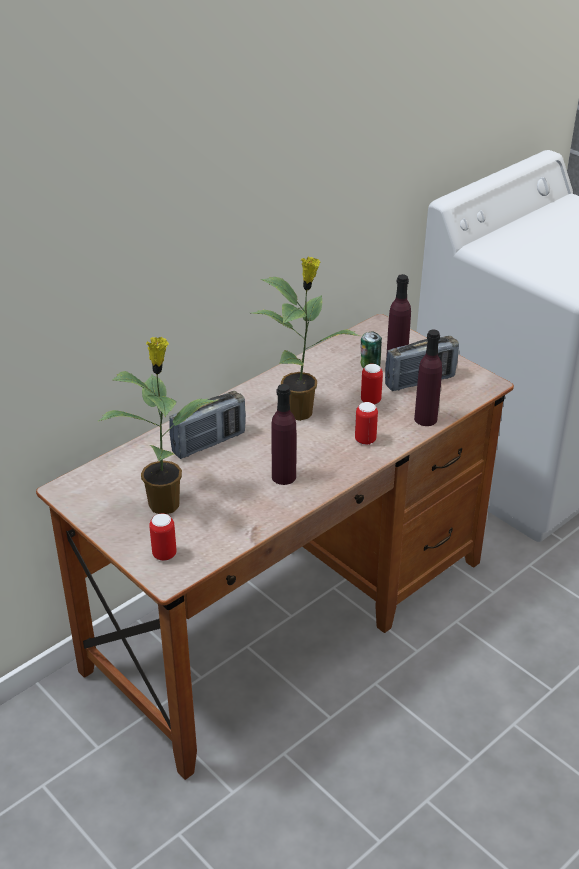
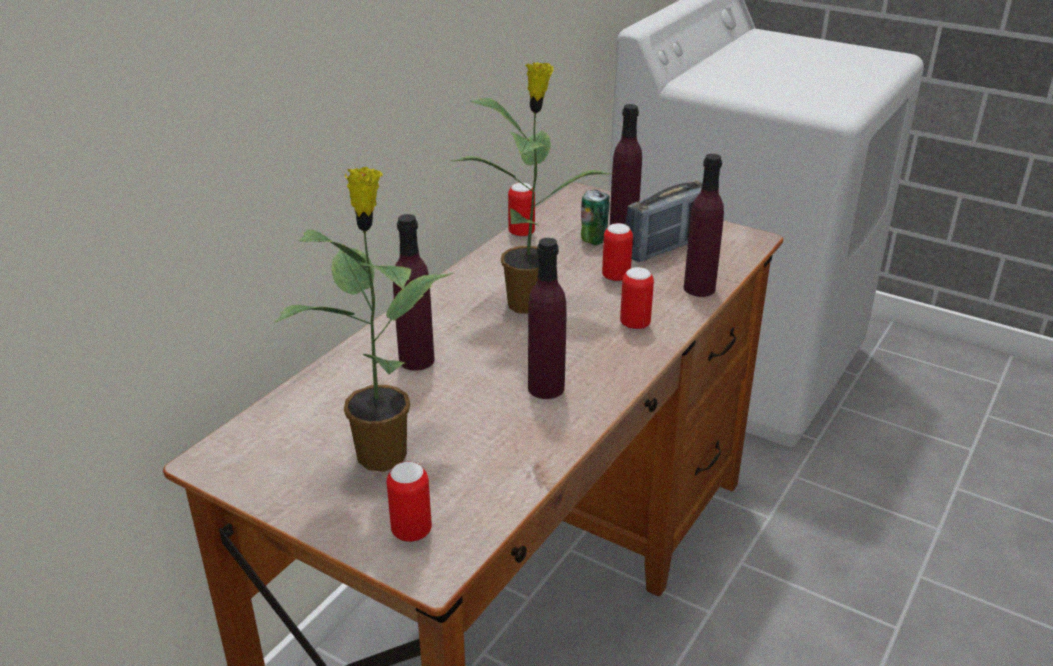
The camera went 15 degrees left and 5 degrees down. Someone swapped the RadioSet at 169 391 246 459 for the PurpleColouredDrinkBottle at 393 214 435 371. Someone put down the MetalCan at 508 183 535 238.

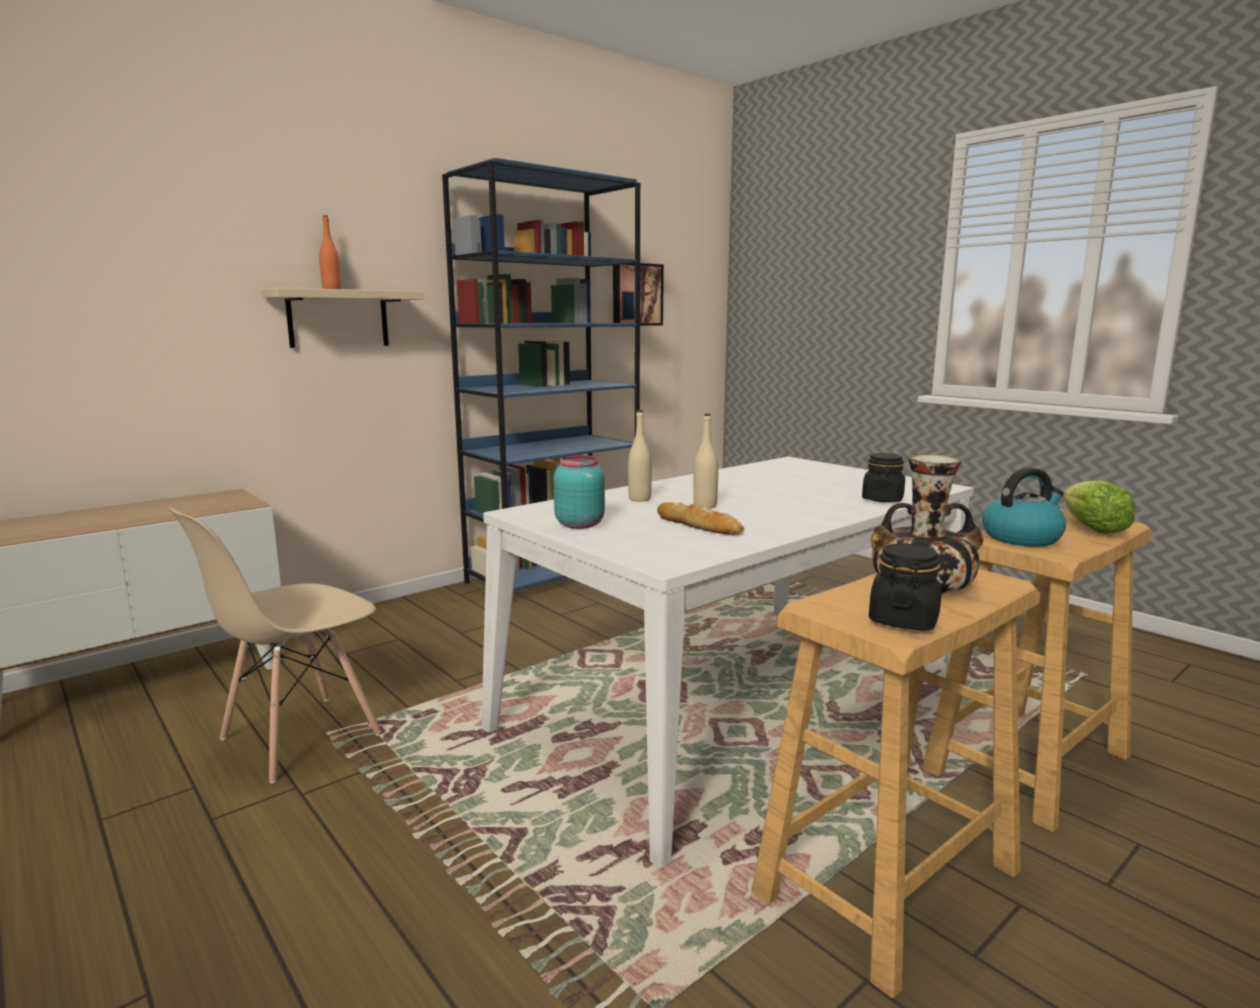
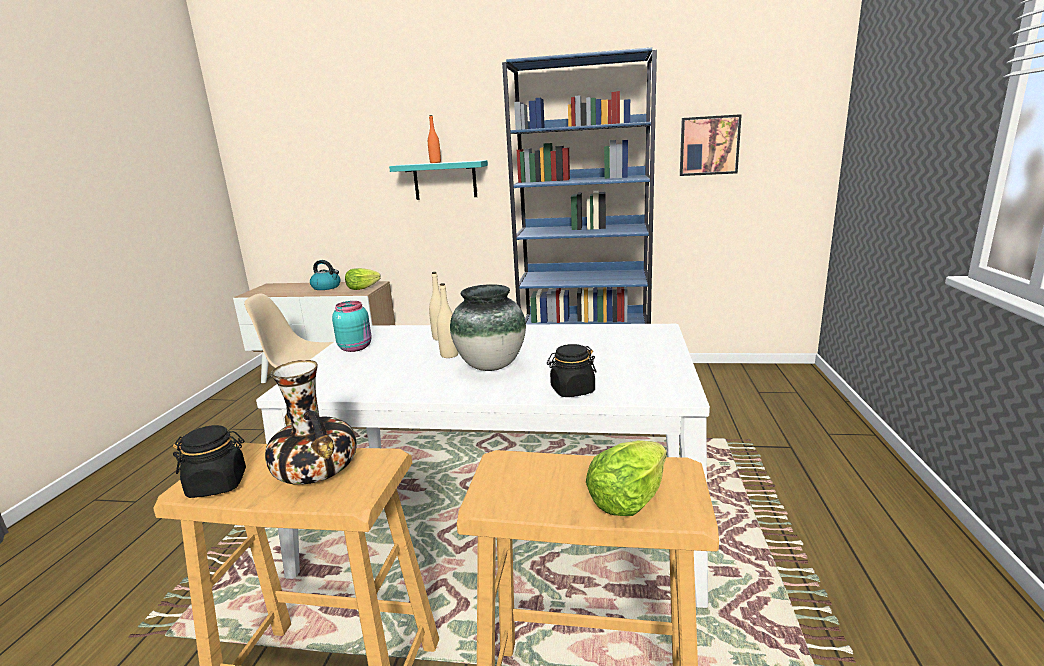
The camera went 50 degrees right and 5 degrees up. Someone carried the Kettle from 982 468 1066 546 to 310 260 341 290. Someone put down the LettuceHead at 345 268 381 290. Someone repainted the BeigeShelf at 261 288 424 348, which became the BlueGreenShelf at 389 160 488 200. Someone put down the FlowerVase at 450 284 526 371. Someone took away the BakeryBread at 657 502 744 535.

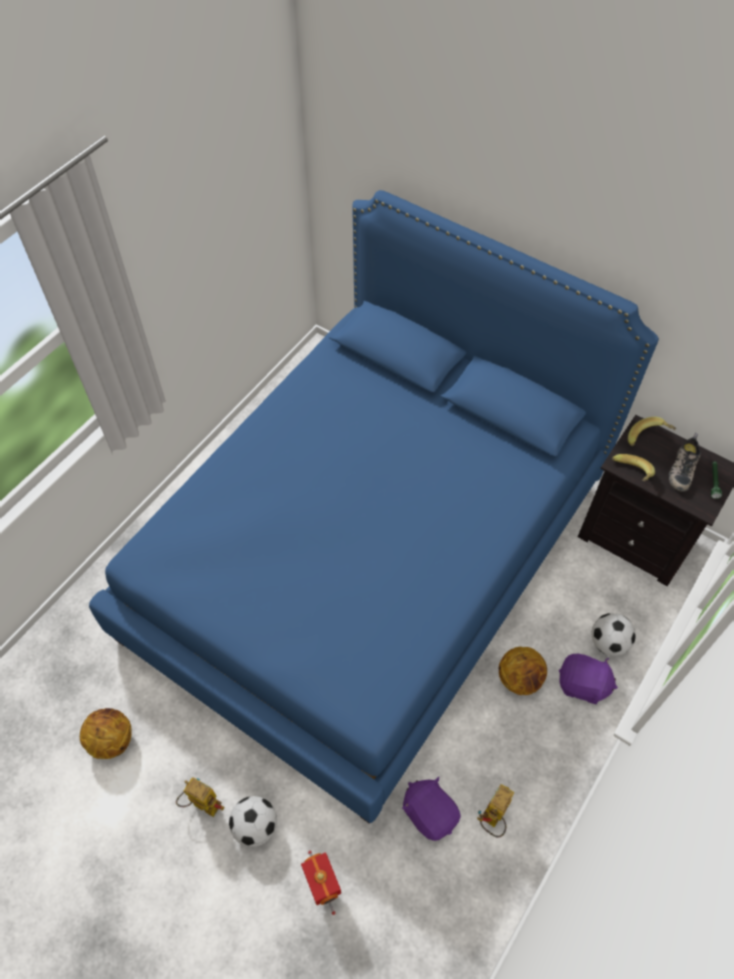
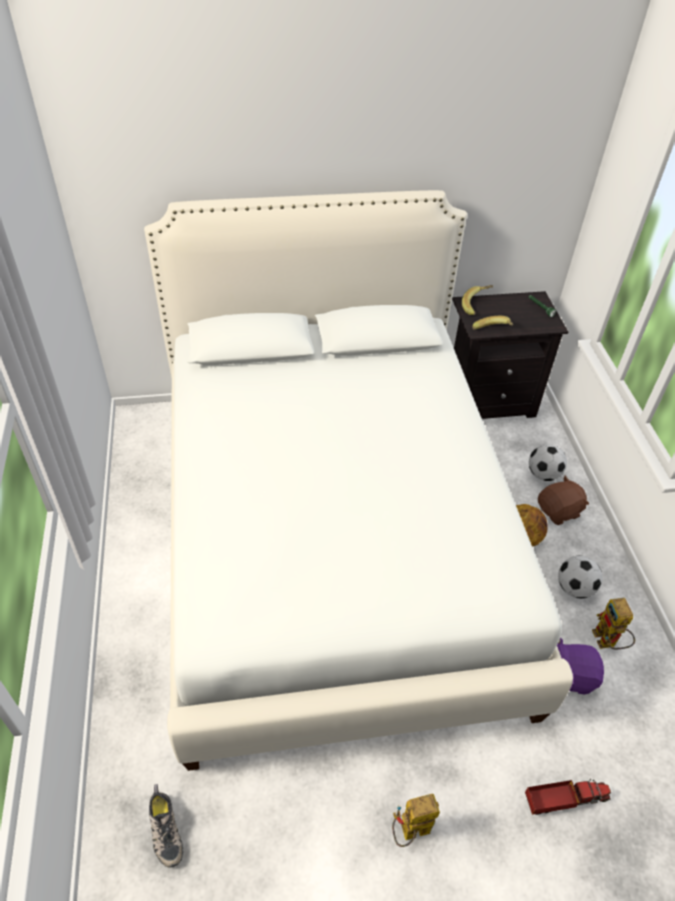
The camera went 45 degrees left and 10 degrees down. Someone repainted the BlueColouredSleepingBed at 89 190 659 823, which became the WhiteSleepingBed at 144 190 573 771. Someone carried the Shoe from 669 433 701 492 to 149 784 183 868. Someone swapped the ModelRobot at 301 851 341 915 for the ModelTruck at 525 779 611 815. Someone repainted the PurpleColouredPlushToy at 559 654 618 704, which became the BrownishPlushToy at 538 475 589 525. Someone carried the Football from 229 796 277 847 to 558 556 602 598. Someone took away the BallForBasketball at 80 708 132 759.

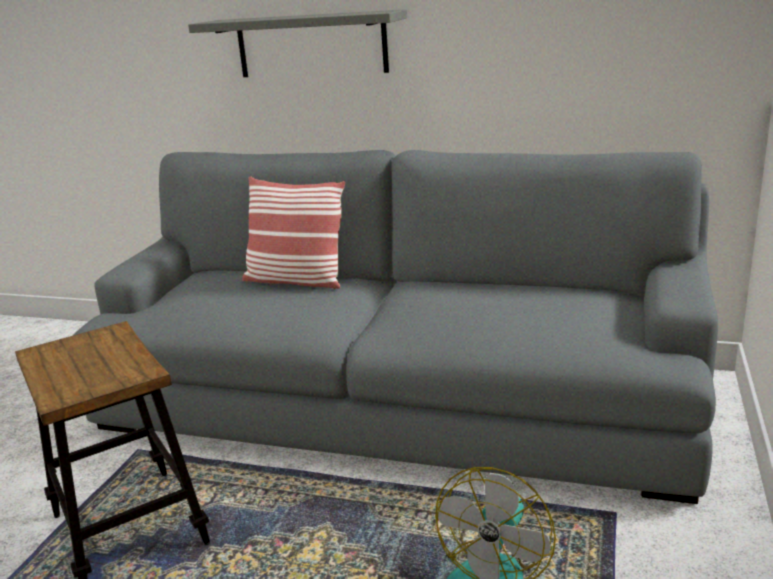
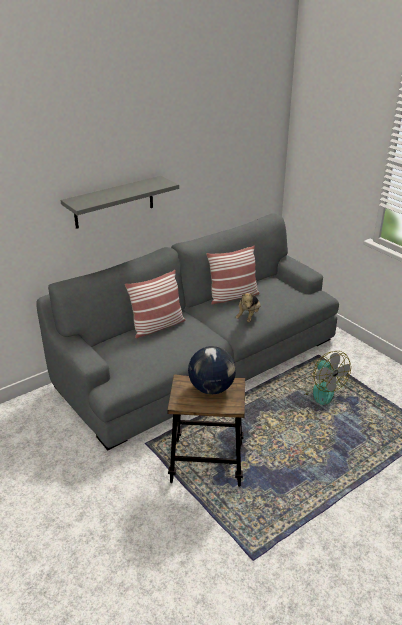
The camera went 55 degrees left and 10 degrees up. Someone put down the DeskGlobe at 188 346 236 394. Someone put down the Pillow at 206 246 260 305. Someone put down the PlushToy at 235 292 261 322.

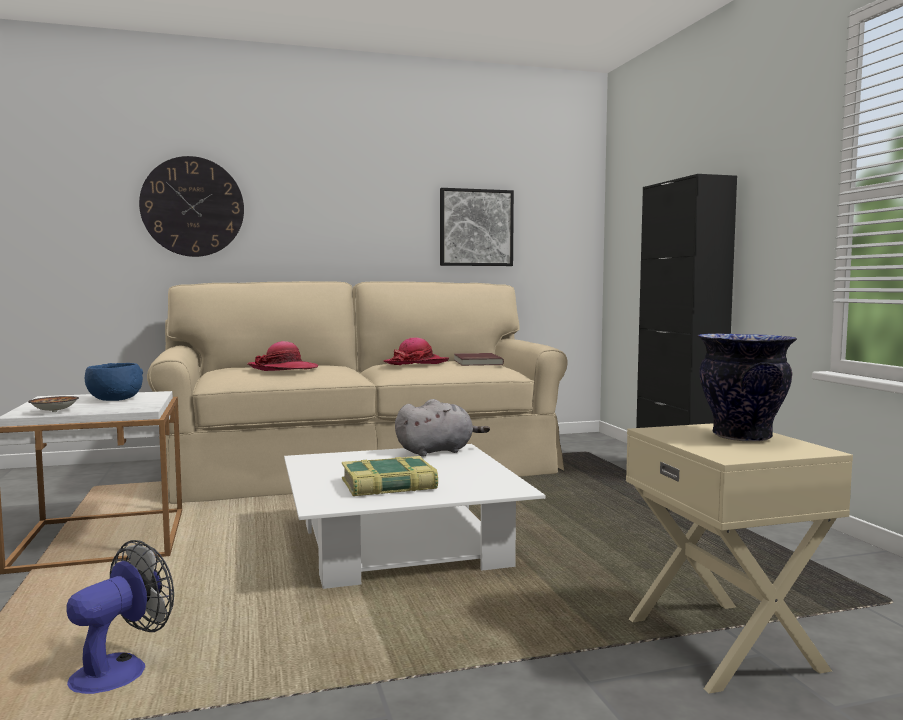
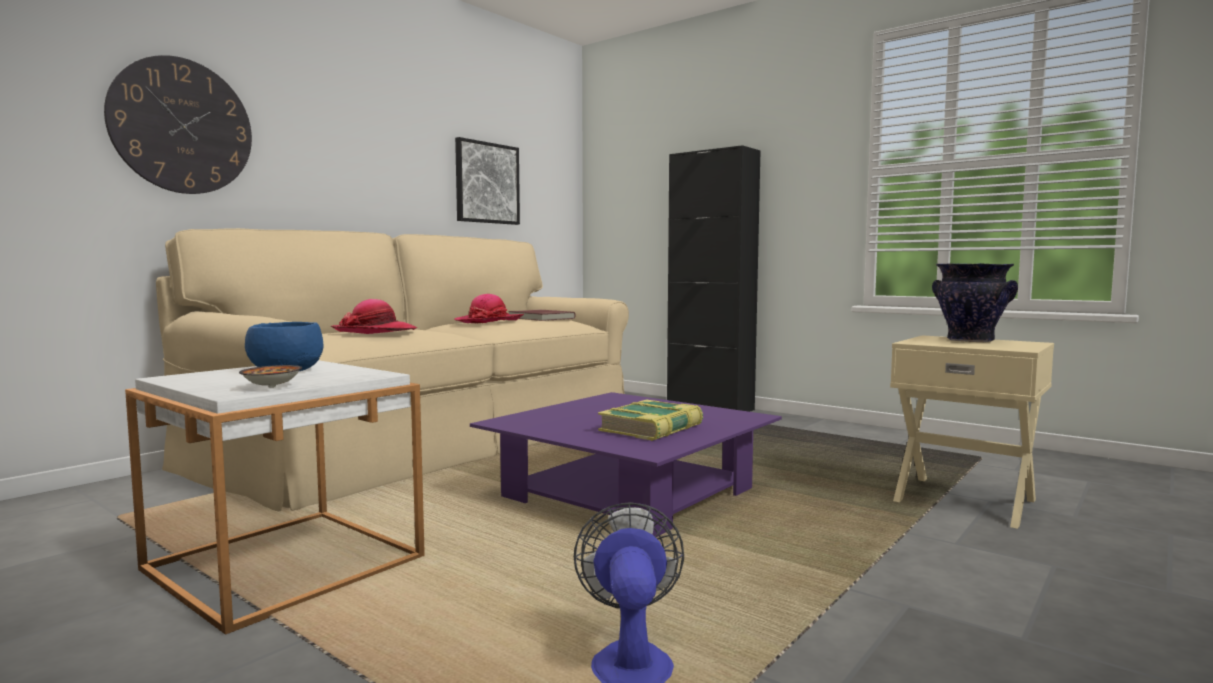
The camera went 35 degrees left and 0 degrees up. Someone repainted the WhiteCoffeeTable at 284 444 545 589, which became the PurpleColouredCoffeeTable at 470 392 782 537. Someone took away the GreyishPlushToy at 395 399 490 457.

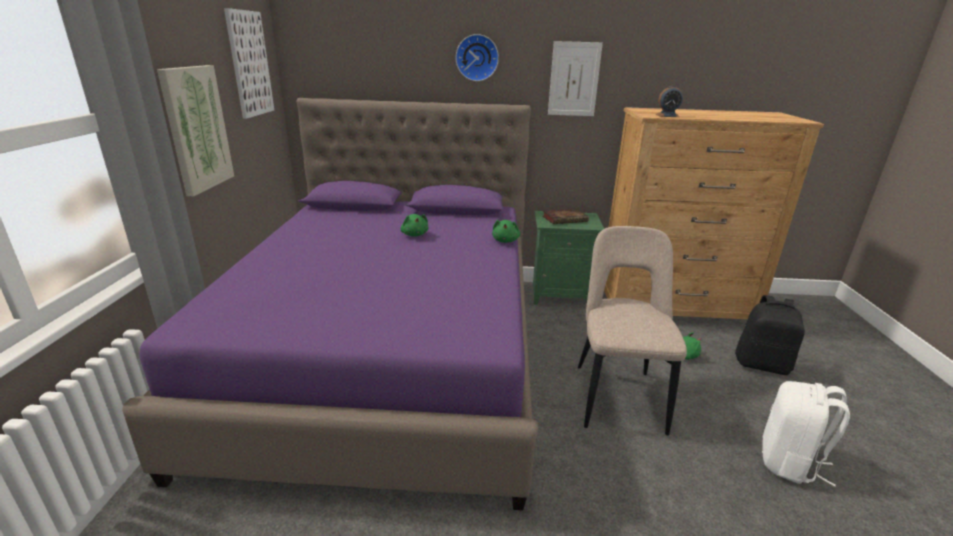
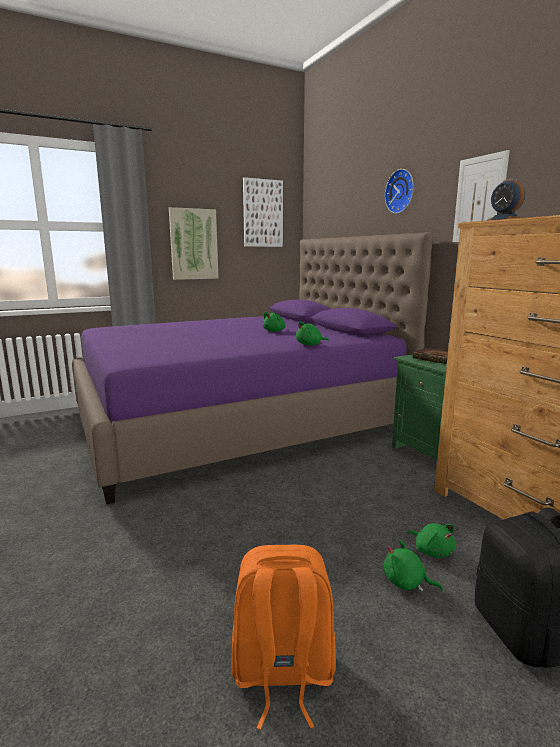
The camera went 60 degrees right and 10 degrees down. Someone repainted the WhiteBackpack at 762 381 850 487, which became the OrangeBackpack at 231 545 336 730. Someone put down the GreenPlushToy at 384 540 443 592. Someone took away the BeigeChair at 578 226 687 436.

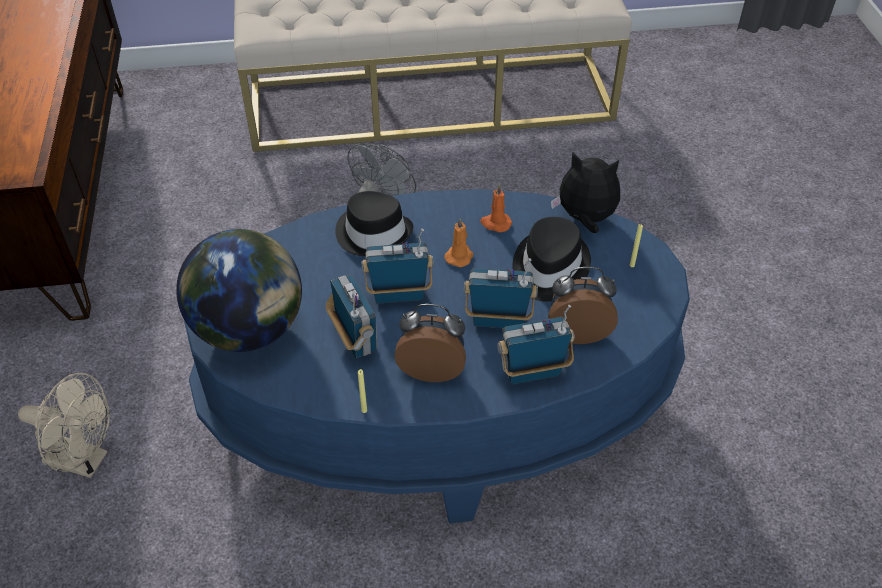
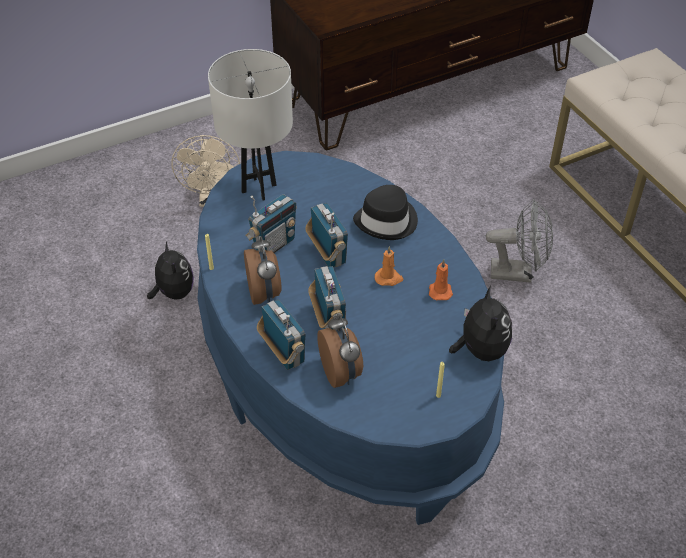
The camera went 70 degrees right and 0 degrees up. Someone put down the PlushToy at 147 241 194 300. Someone swapped the DeskGlobe at 176 229 302 352 for the WhiteTabletopLamp at 208 49 293 201. Someone took away the BlackClothingHat at 512 217 591 302.

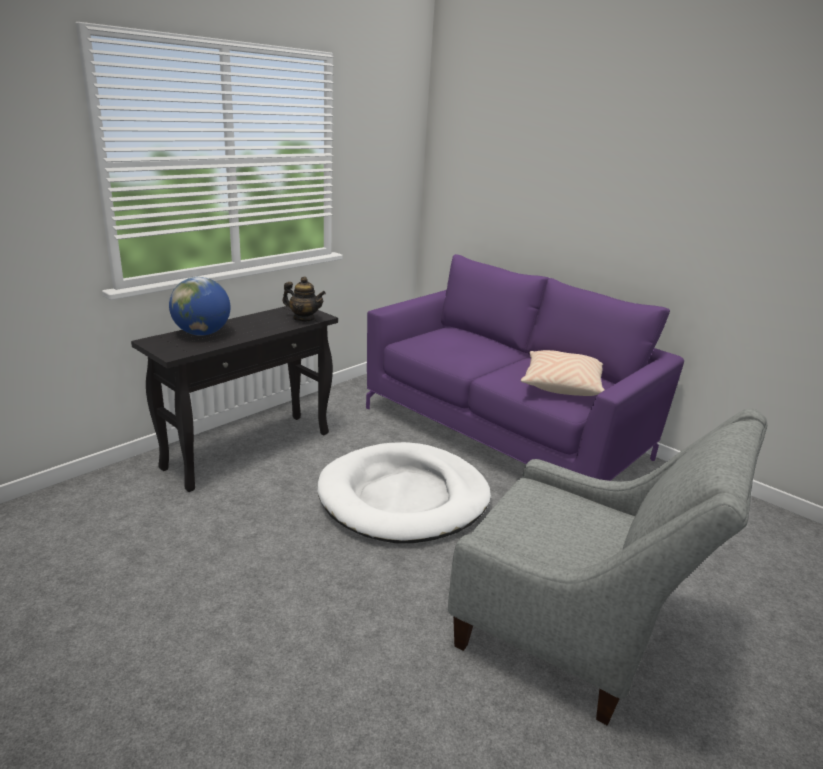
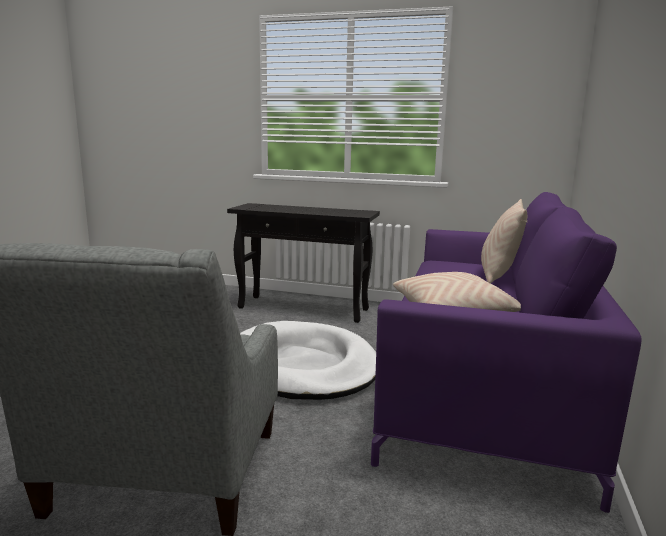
The camera went 65 degrees right and 10 degrees down. Someone put down the BeigePillow at 481 199 527 284. Someone took away the DeskGlobe at 169 277 230 336. Someone took away the PotForTea at 282 277 326 322.

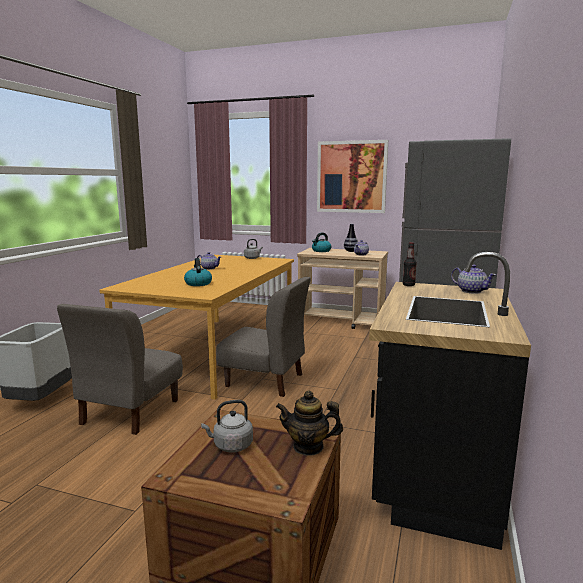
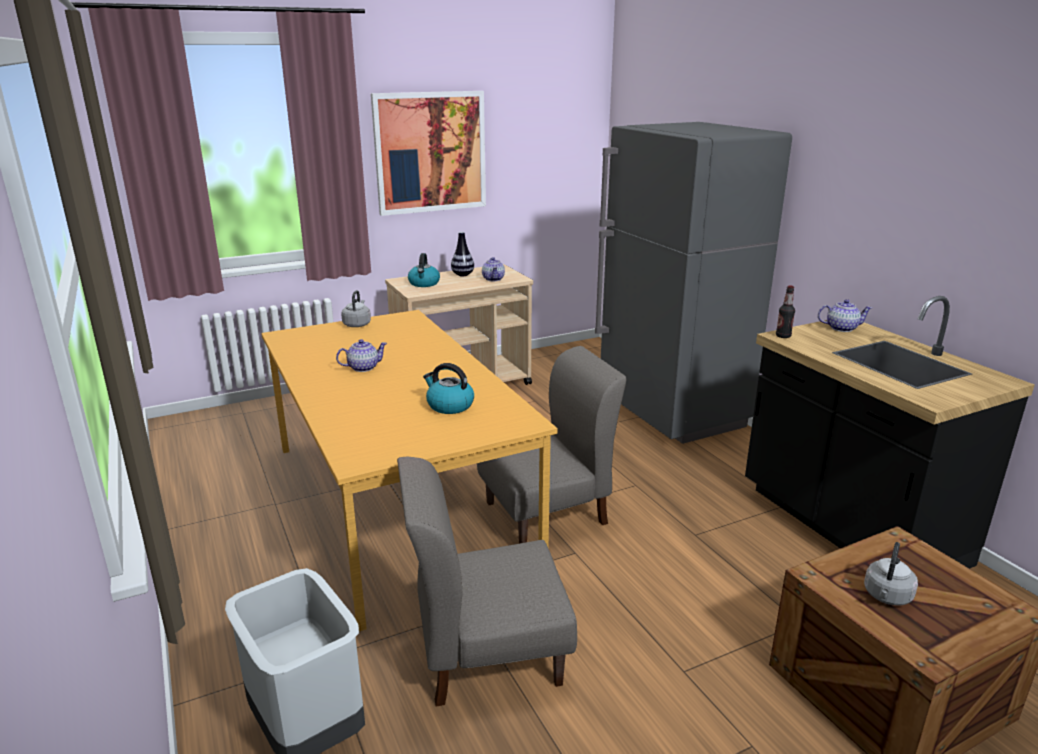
The camera went 45 degrees left and 10 degrees up. Someone rotated the GreyishChair at 57 304 183 435 by 105 degrees clockwise. Someone took away the PotForTea at 276 390 343 456.

